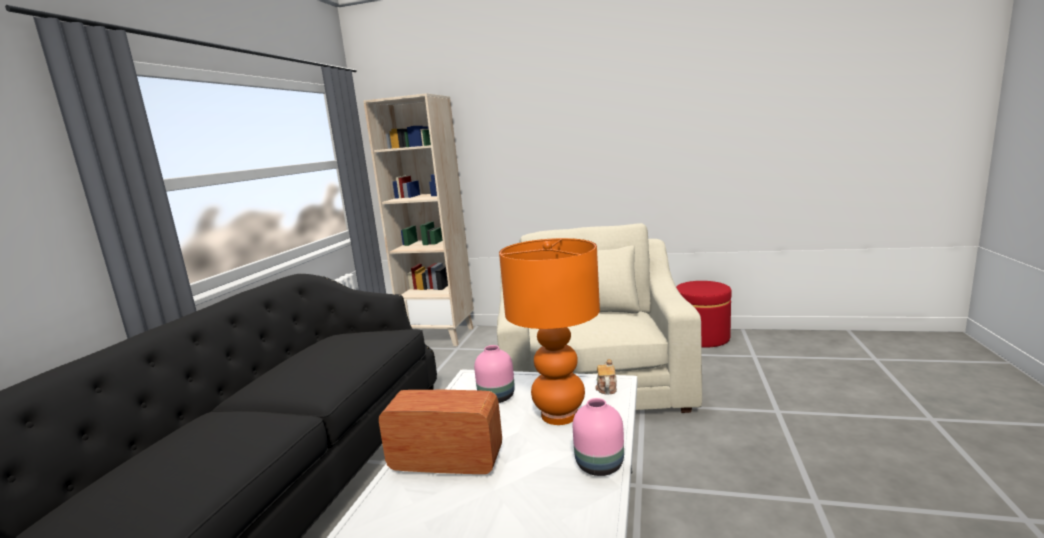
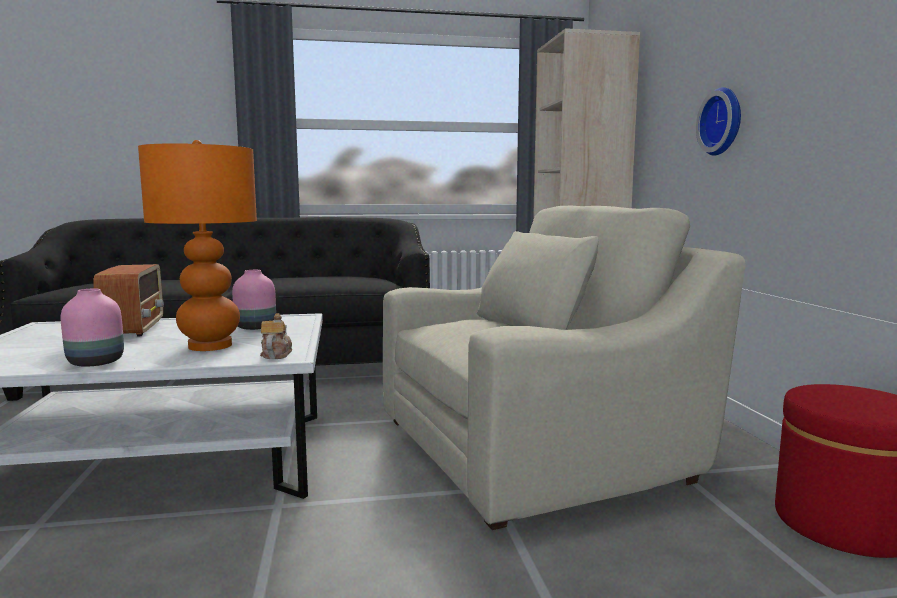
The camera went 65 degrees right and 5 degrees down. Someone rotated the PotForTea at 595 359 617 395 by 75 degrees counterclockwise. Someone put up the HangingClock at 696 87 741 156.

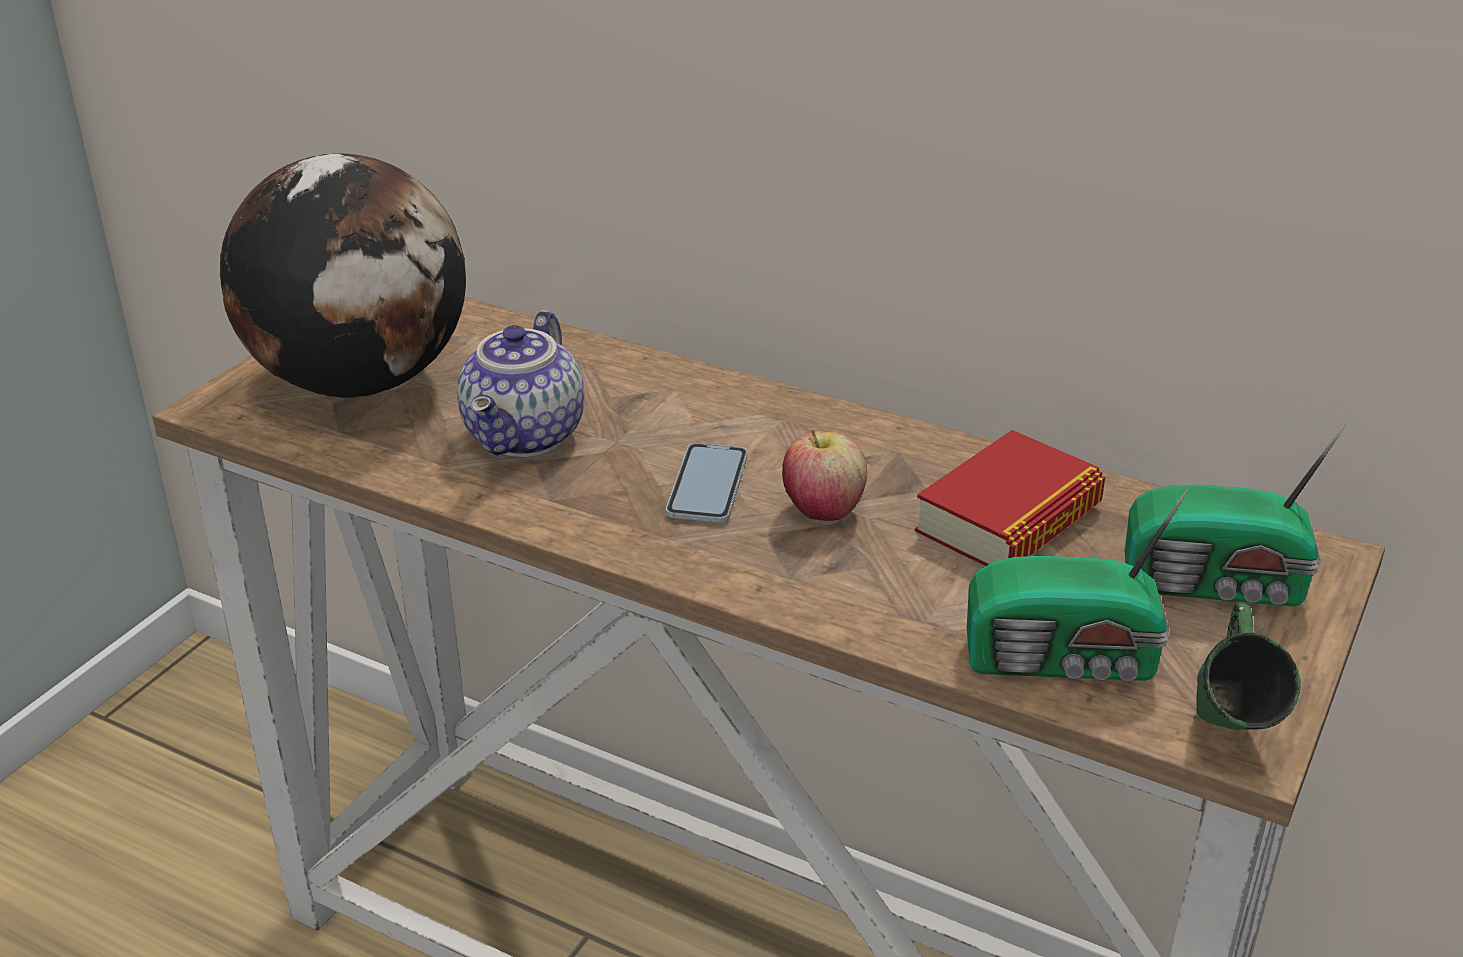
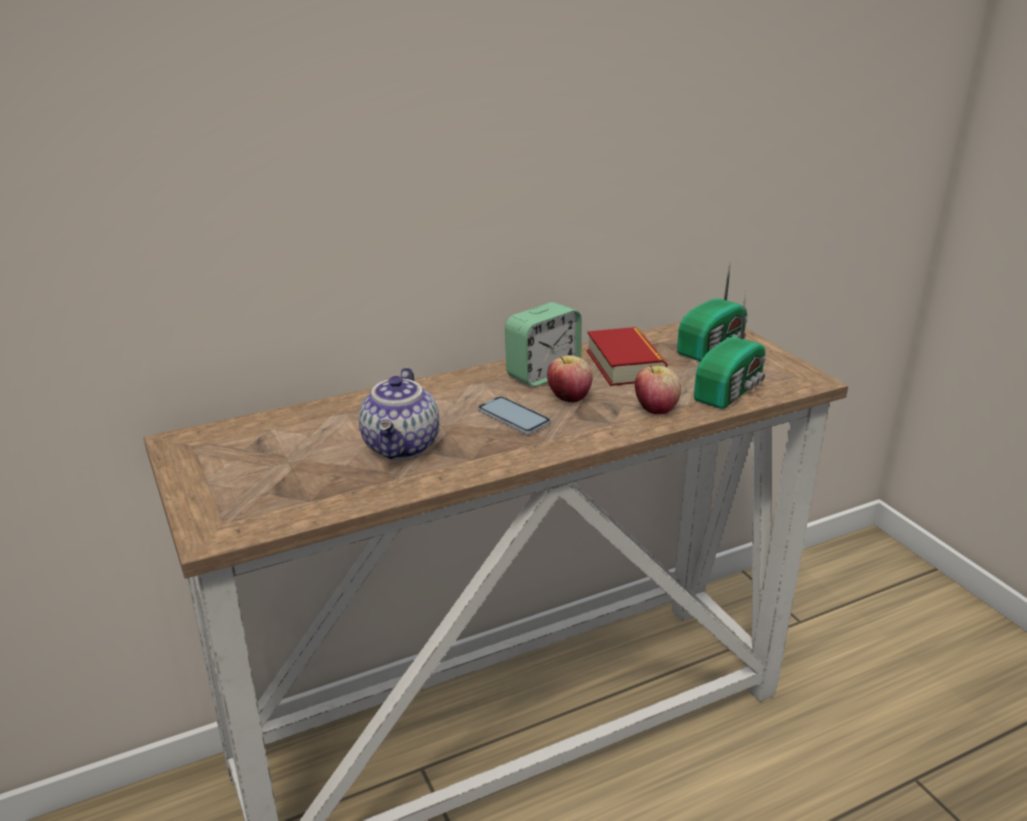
The camera went 55 degrees left and 5 degrees down. Someone rotated the PotForTea at 457 310 584 457 by 45 degrees clockwise. Someone put down the AlarmClock at 505 302 581 387. Someone put down the Apple at 635 364 681 414. Someone took away the DeskGlobe at 220 154 466 398. Someone took away the GreenCoffeeMug at 1196 603 1301 730.

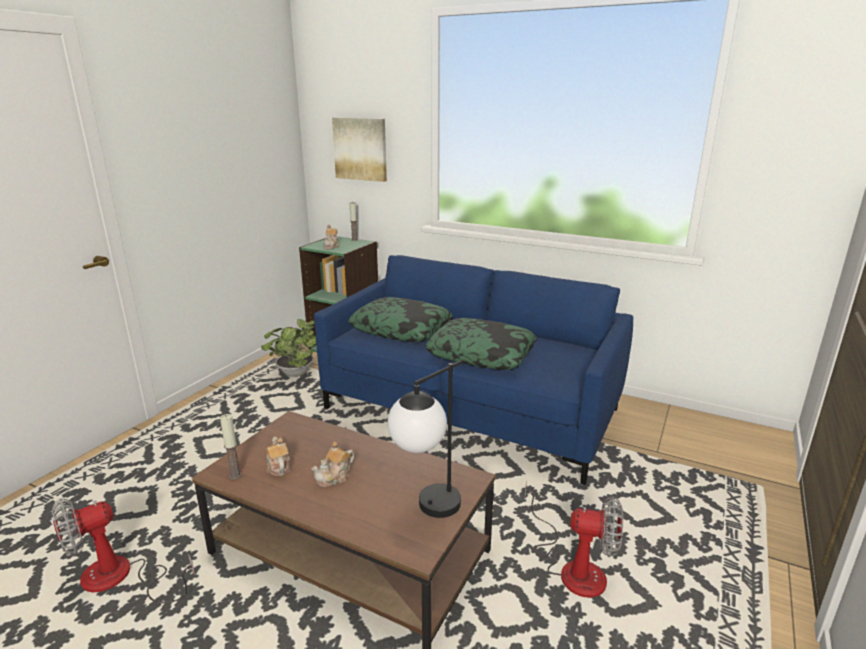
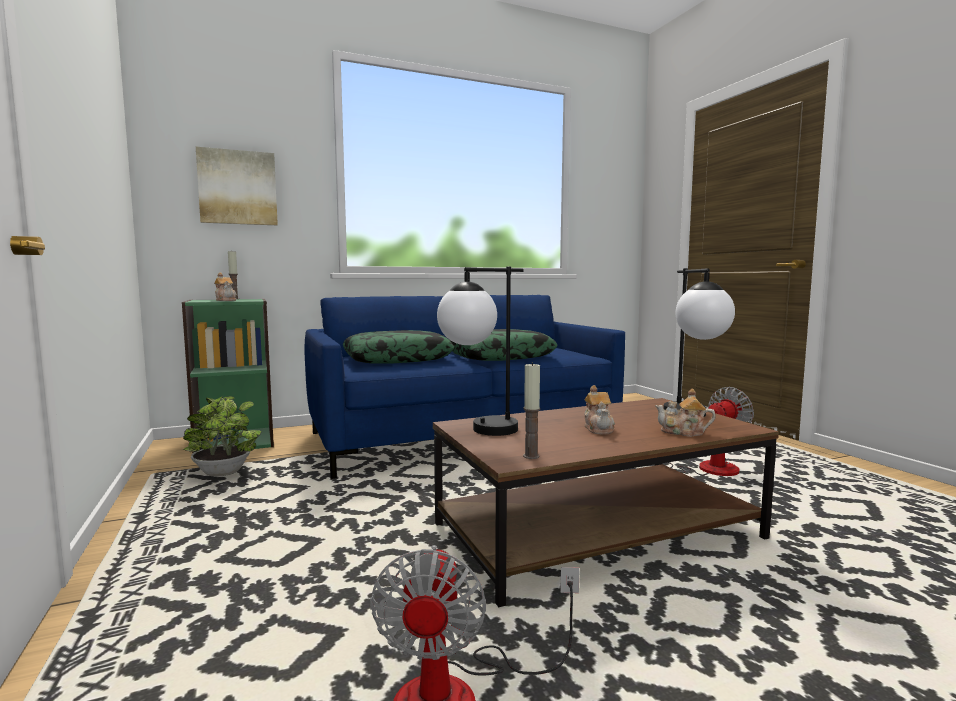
The camera went 50 degrees left and 15 degrees down. Someone put down the TabletopLamp at 437 267 524 436. Someone carried the PotForTea from 266 437 291 476 to 655 389 716 437.

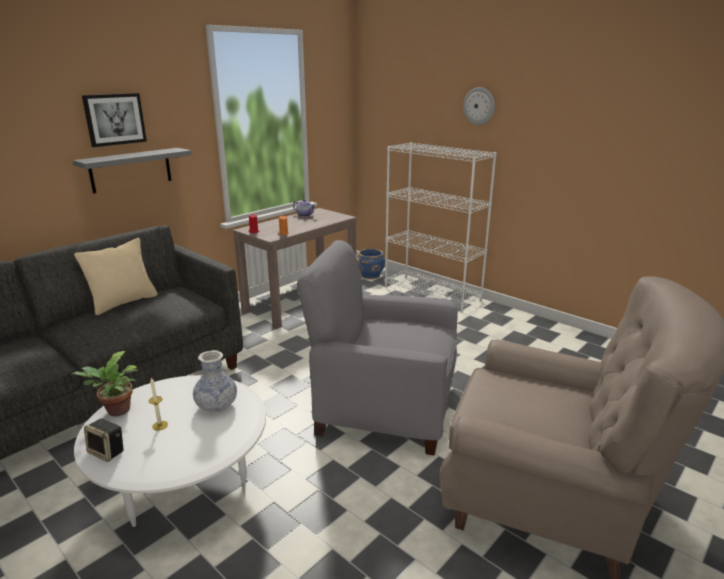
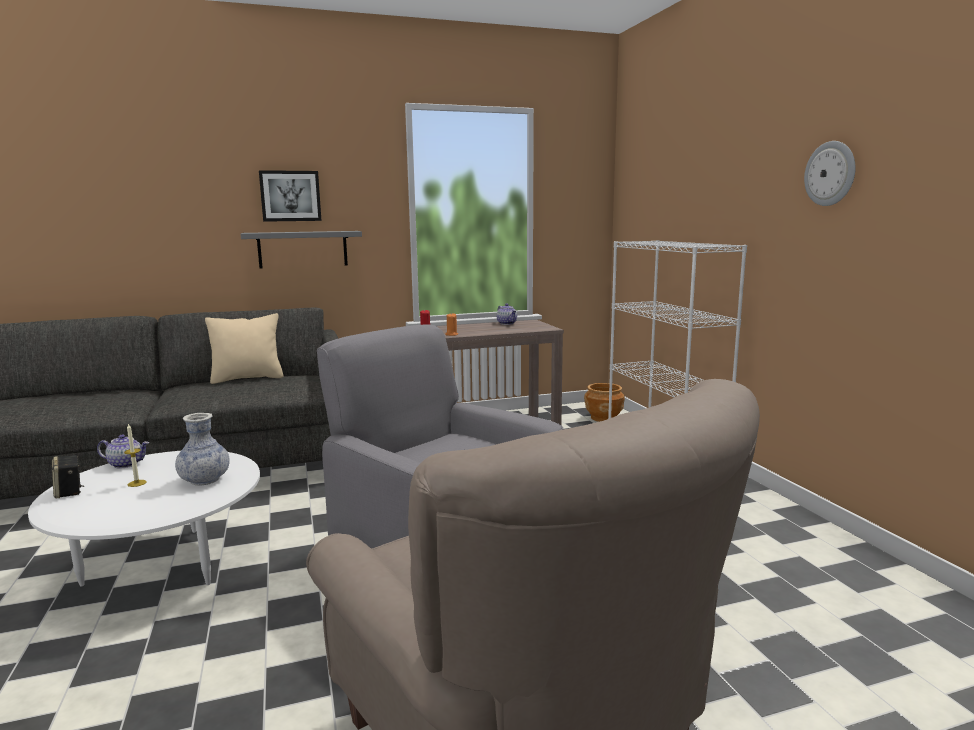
The camera went 30 degrees right and 10 degrees down. Someone swapped the PottedPlant at 72 351 139 416 for the PotForTea at 97 434 149 469. Someone repainted the BlueColouredPlantPot at 357 249 385 279, which became the BrownishPlantPot at 584 383 625 422. Someone carried the HangingClock from 463 87 495 125 to 804 141 856 206.

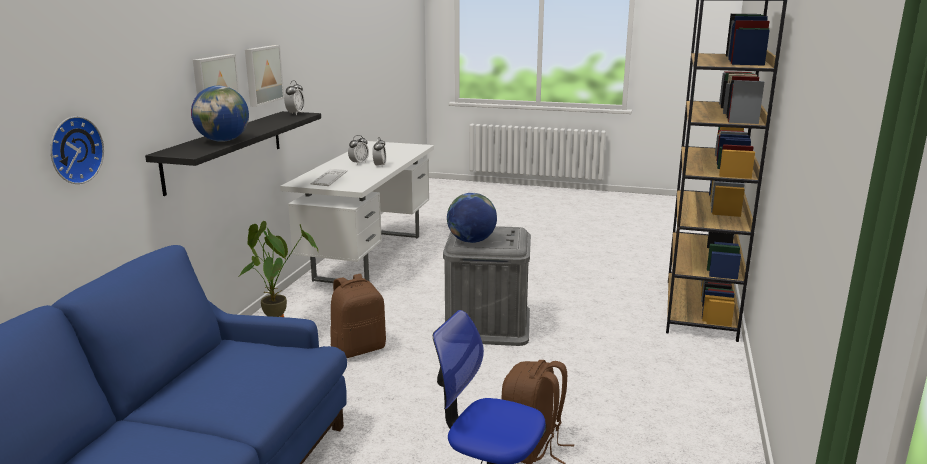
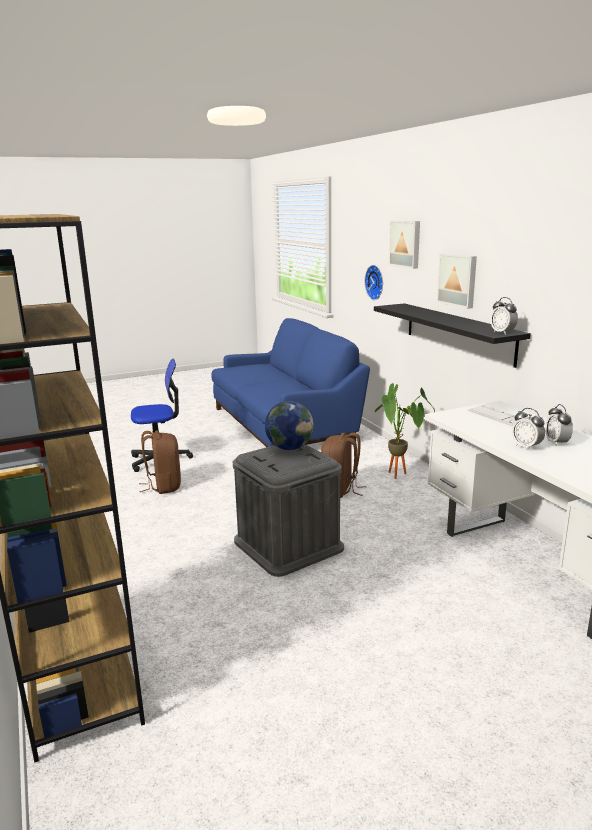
The camera went 140 degrees right and 0 degrees up. Someone carried the WallArt from 245 45 284 107 to 389 220 420 269. Someone took away the DeskGlobe at 191 86 249 142.

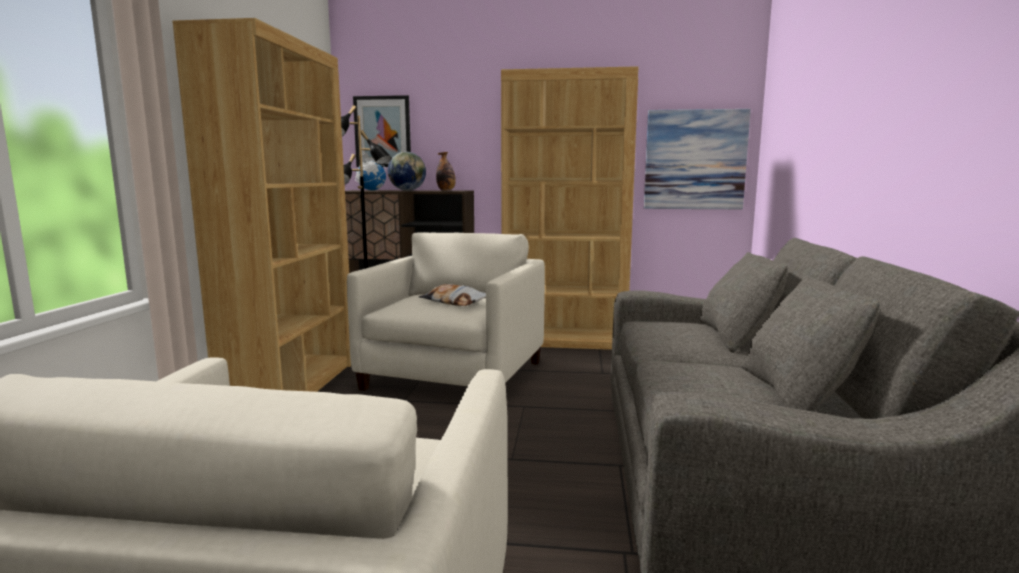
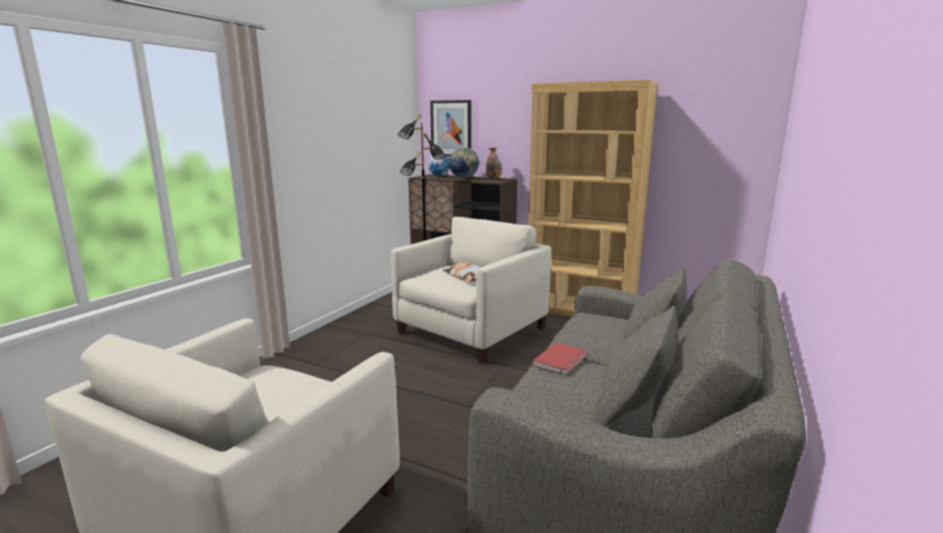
The camera went 20 degrees right and 5 degrees up. Someone put down the RedColouredVolume at 532 343 587 375. Someone took away the BrownishBookcase at 172 18 351 392. Someone took away the WallArt at 644 109 751 209.

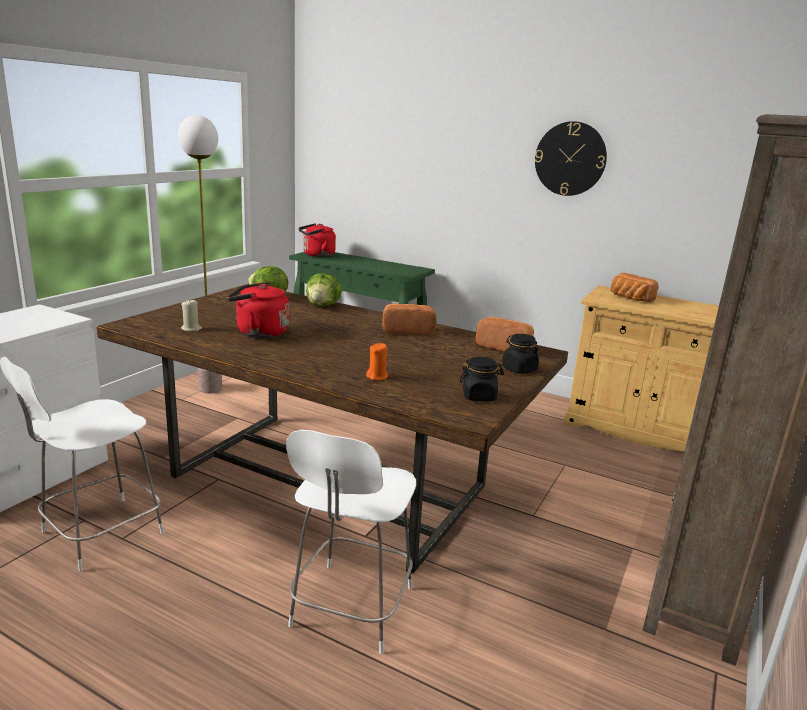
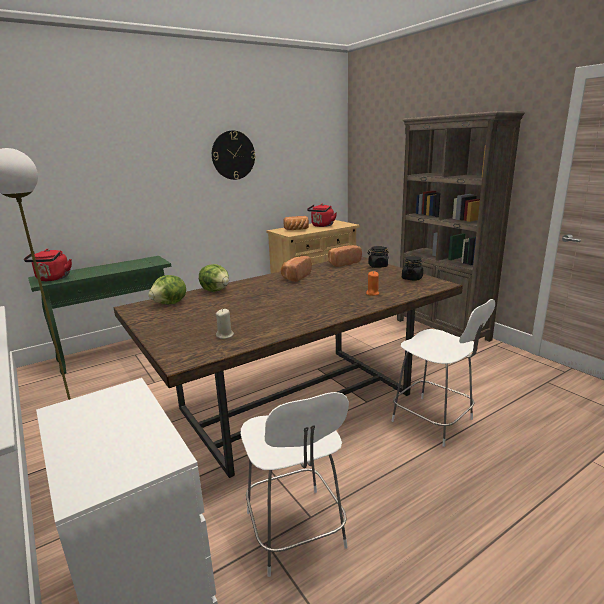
The camera went 60 degrees left and 0 degrees up. Someone carried the RedColouredKettle from 227 282 289 338 to 307 204 337 227.

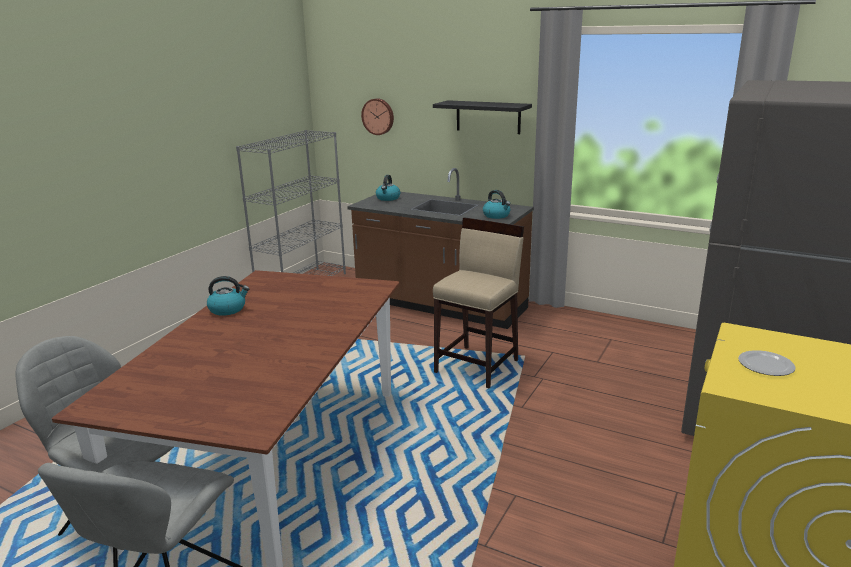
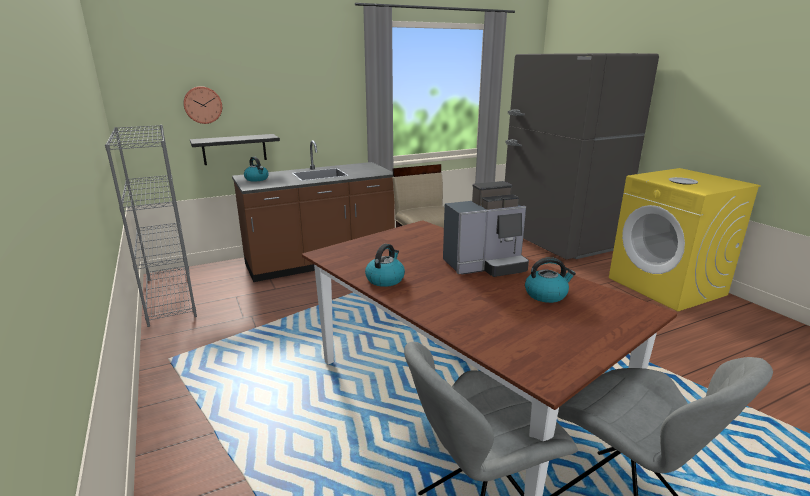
The camera went 55 degrees left and 0 degrees up. Someone carried the BlackShelf from 433 100 532 134 to 190 134 280 165. Someone put down the CoffeeBrewer at 443 181 529 277. Someone carried the Kettle from 483 190 511 219 to 525 257 576 303.

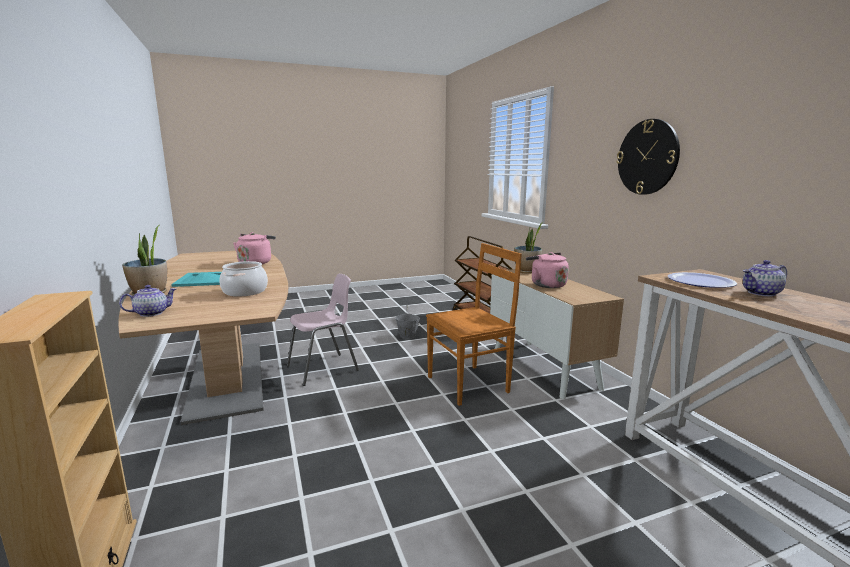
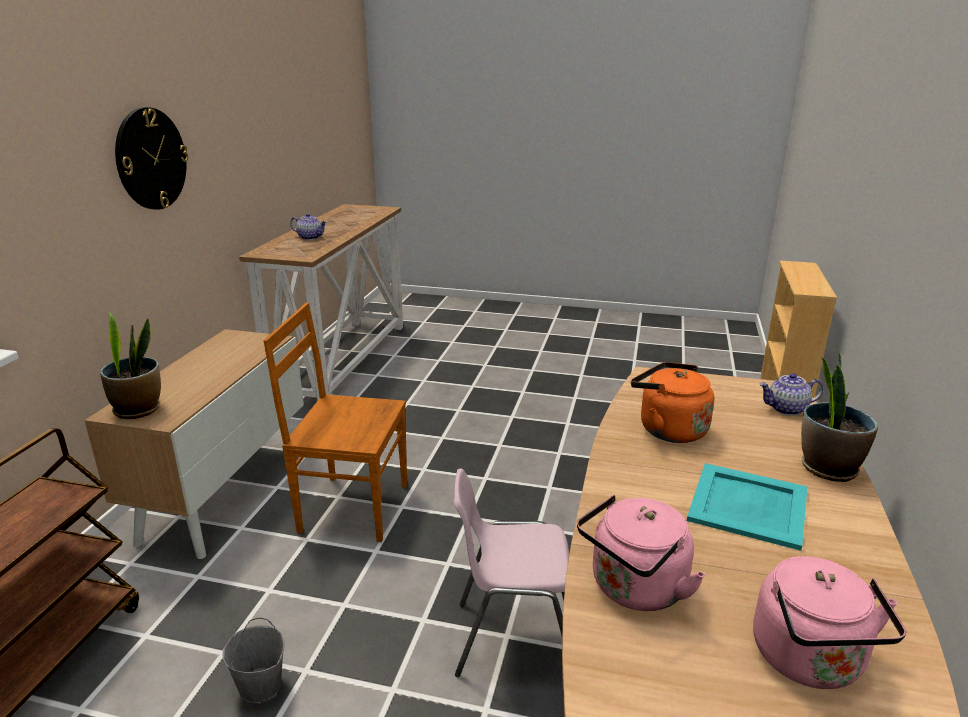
The camera went 145 degrees left and 10 degrees up. Someone swapped the CookingPot at 219 261 268 297 for the OrangeKettle at 631 362 714 443. Someone carried the PinkishKettle from 526 252 569 288 to 753 556 906 689. Someone took away the DinnerPlate at 668 272 737 288.

